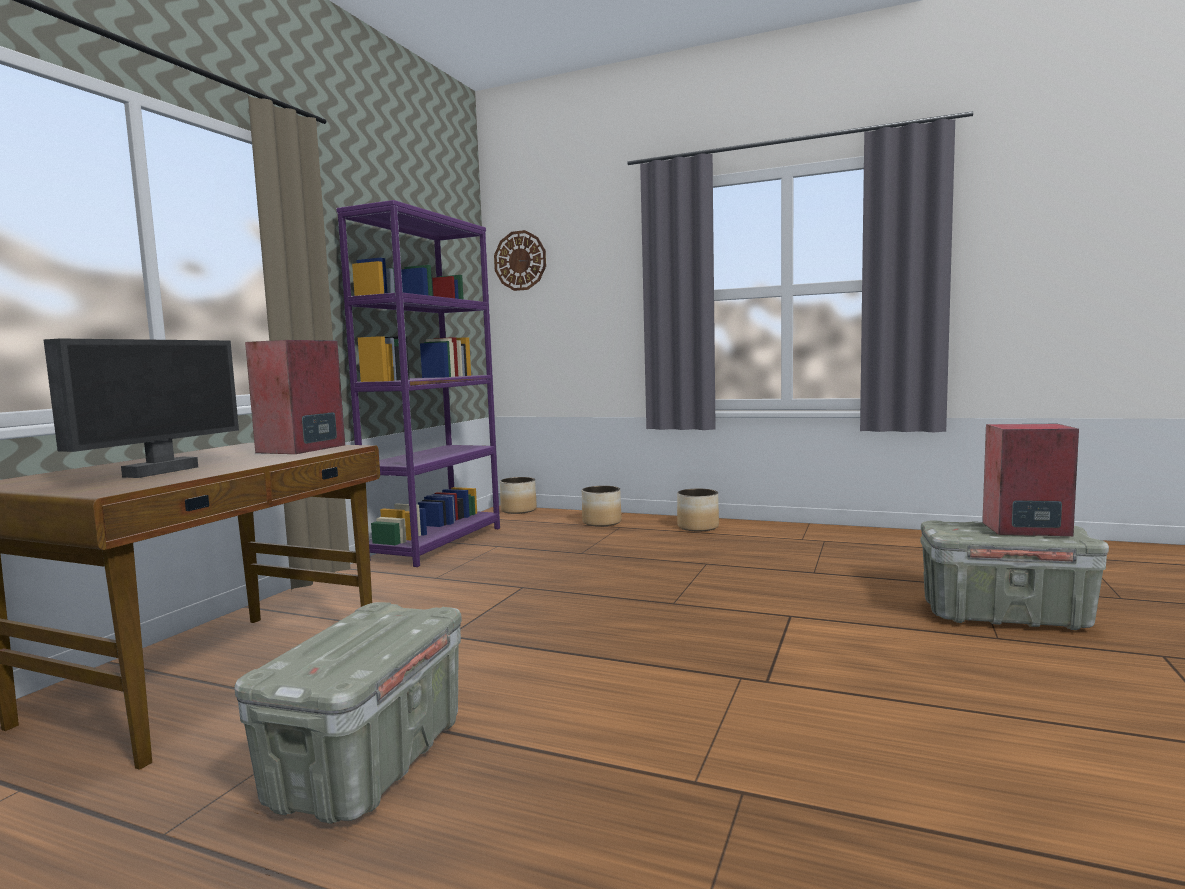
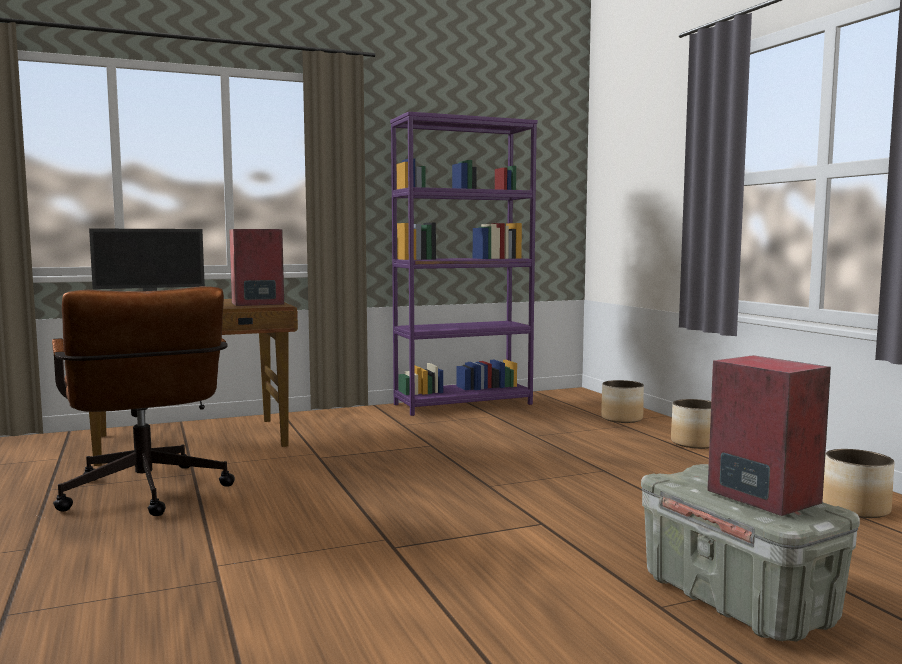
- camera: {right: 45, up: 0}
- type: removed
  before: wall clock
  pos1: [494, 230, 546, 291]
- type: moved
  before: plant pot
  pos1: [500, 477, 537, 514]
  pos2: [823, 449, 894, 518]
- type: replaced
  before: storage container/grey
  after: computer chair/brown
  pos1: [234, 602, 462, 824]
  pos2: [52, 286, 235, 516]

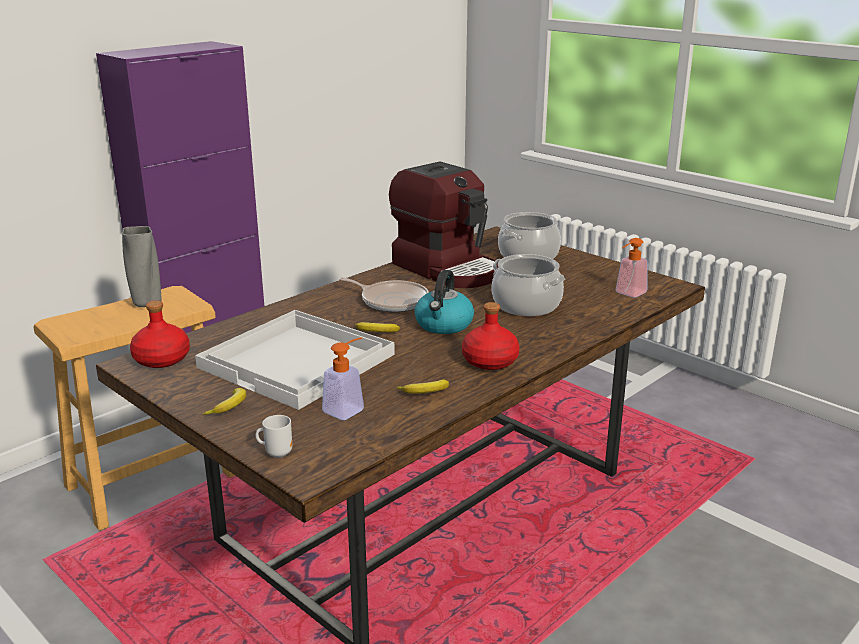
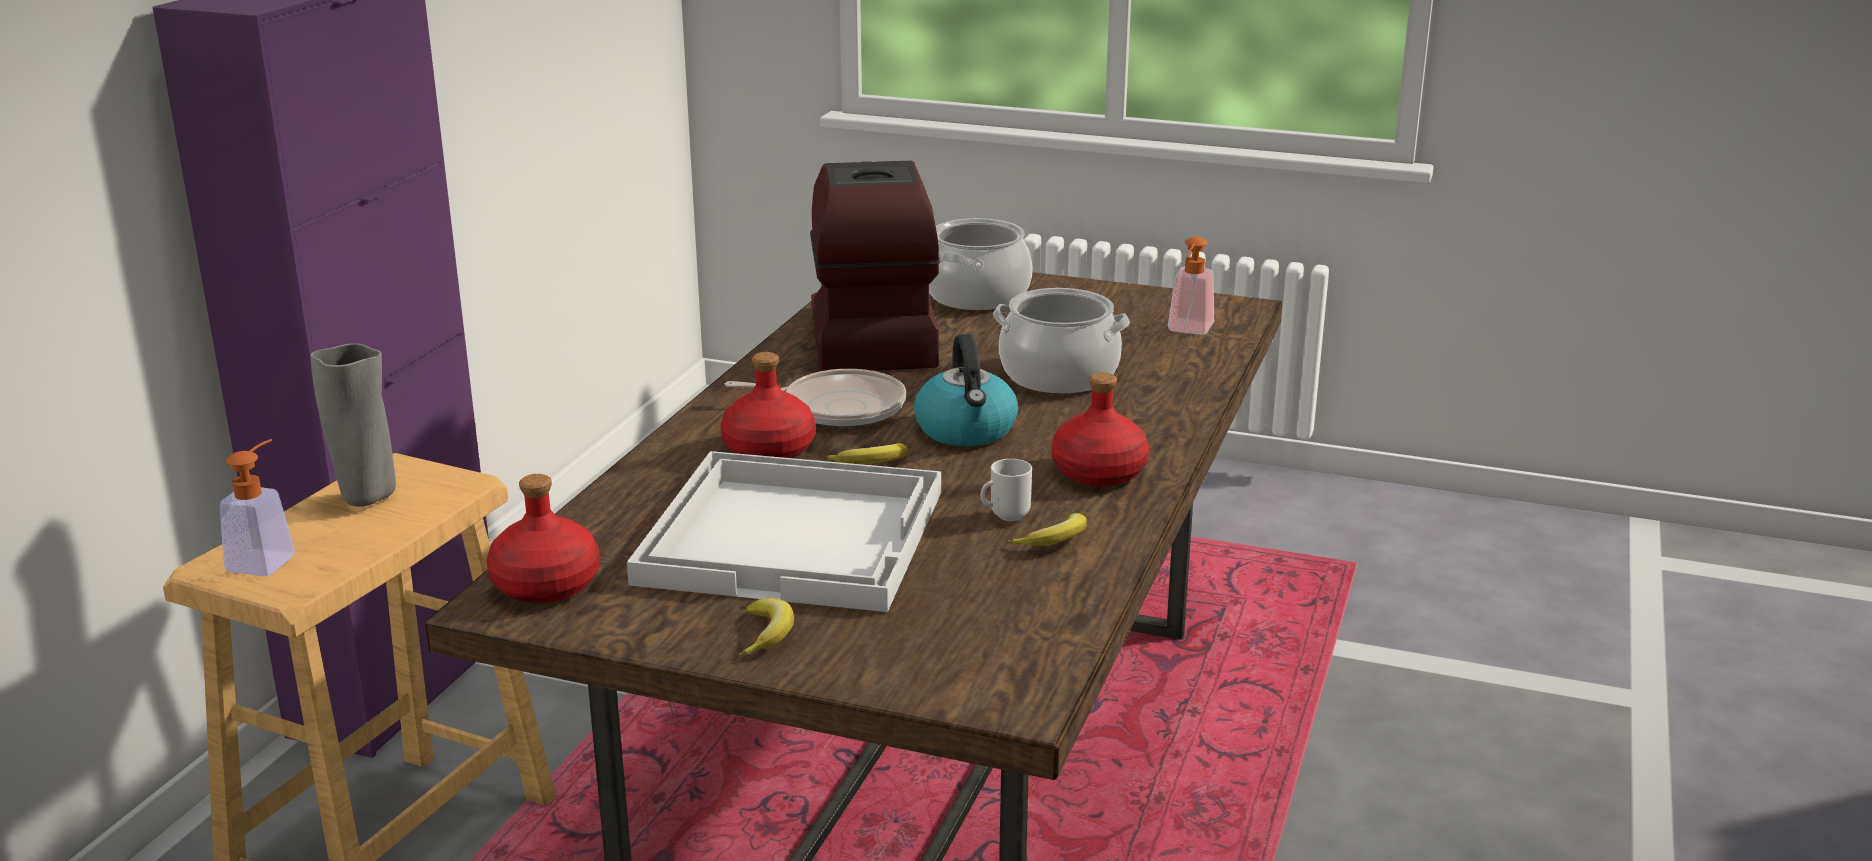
- camera: {right: -25, up: 0}
- type: turned
  before: coffee maker
  pos1: [389, 161, 498, 288]
  pos2: [810, 161, 940, 371]
  turn: -120
- type: moved
  before: soap bottle
  pos1: [322, 337, 364, 420]
  pos2: [220, 439, 295, 576]
- type: moved
  before: mug
  pos1: [255, 415, 292, 458]
  pos2: [981, 459, 1032, 521]
- type: added
  after: beverage bottle/reddish
  pos2: [721, 352, 815, 458]

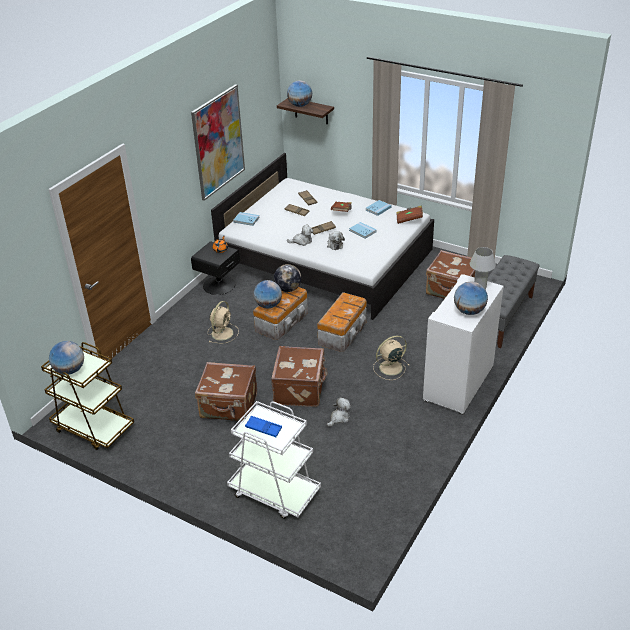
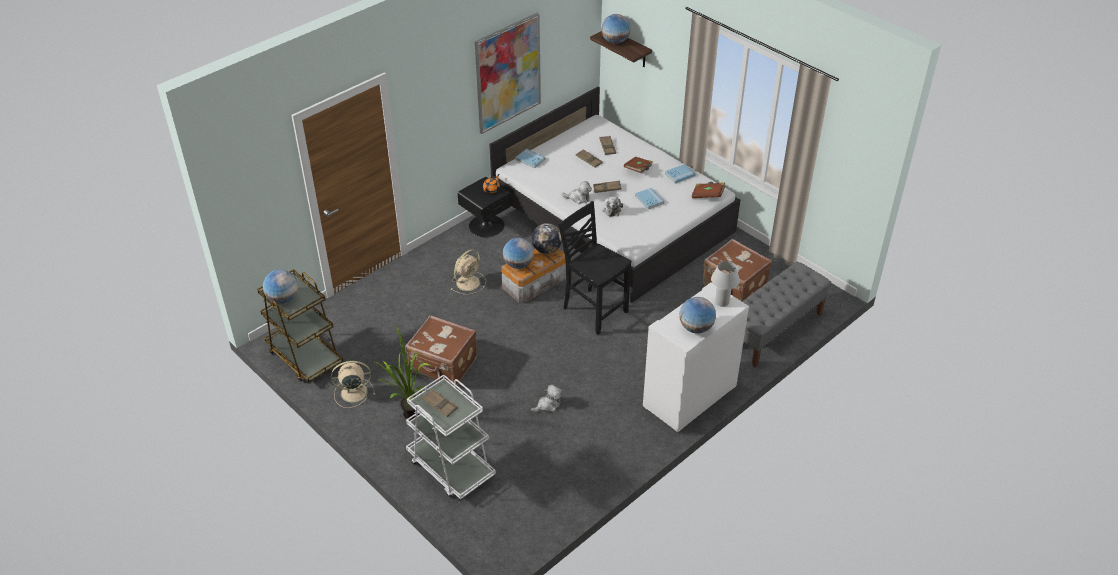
- camera: {right: 15, up: 5}
- type: replaced
  before: storage container
  after: chair/blackish
  pos1: [317, 292, 367, 352]
  pos2: [558, 201, 631, 335]
- type: moved
  before: fan/beige-coloured
  pos1: [373, 336, 409, 380]
  pos2: [331, 361, 375, 408]
- type: removed
  before: piece of luggage/brown
  pos1: [271, 346, 328, 407]
- type: recoloured
  before: tray/blue
  after: tray/brown
  pos1: [245, 416, 282, 437]
  pos2: [422, 389, 458, 417]
- type: added
  after: potted plant
  pos2: [375, 326, 430, 420]

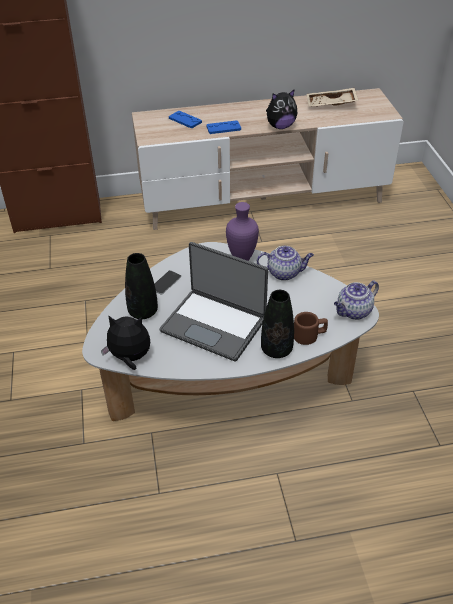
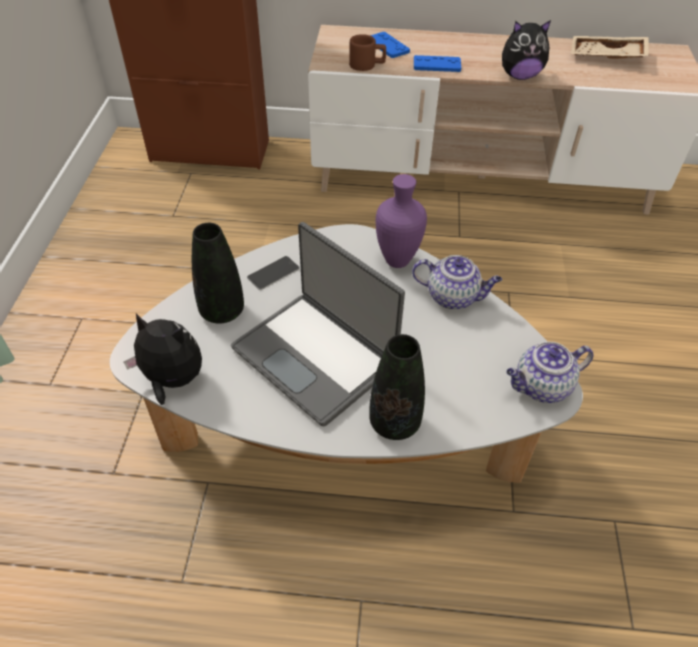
- camera: {right: 15, up: 5}
- type: moved
  before: mug/brown
  pos1: [294, 312, 328, 345]
  pos2: [349, 34, 386, 71]

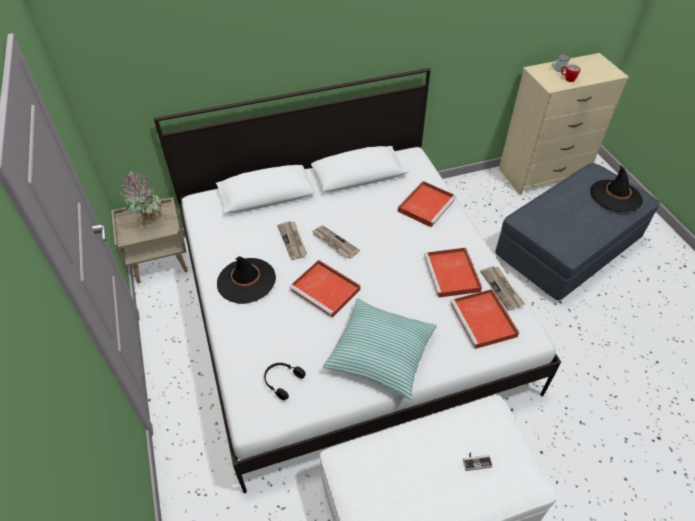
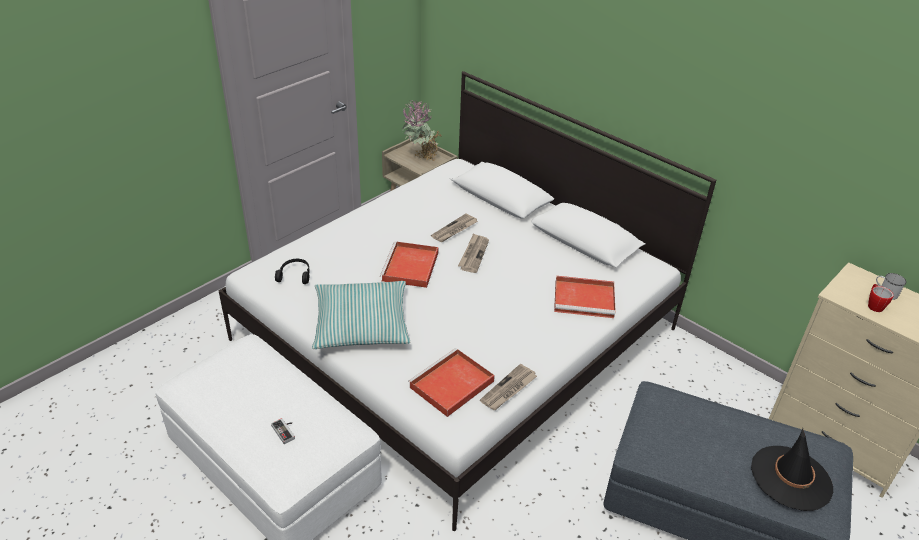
- camera: {right: 60, up: -10}
- type: removed
  before: tray/reddish
  pos1: [424, 248, 482, 298]
- type: removed
  before: hat/blackish
  pos1: [217, 256, 276, 304]

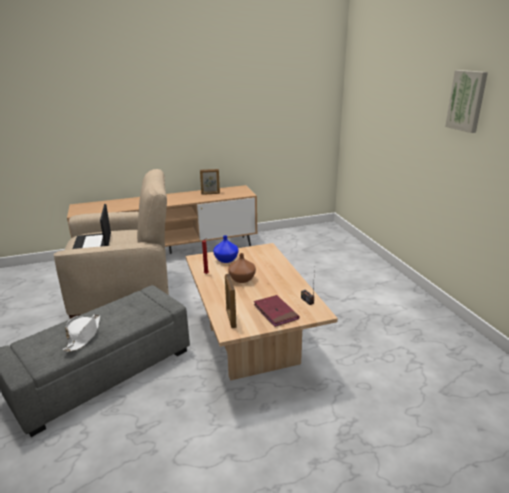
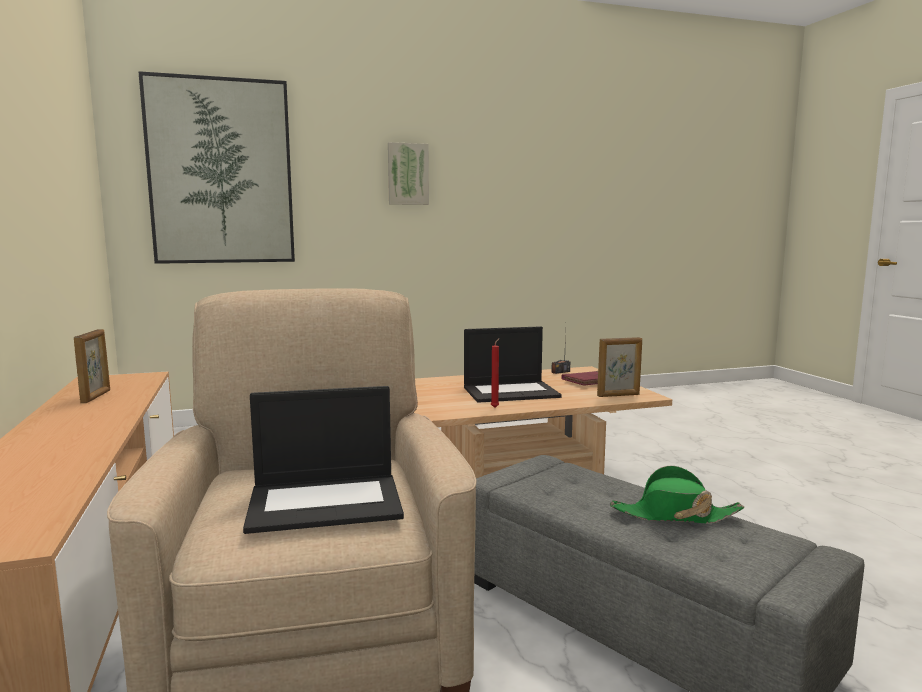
- camera: {right: -90, up: -15}
- type: removed
  before: decorative vase/blue
  pos1: [213, 235, 239, 263]
- type: replaced
  before: decorative vase/brown
  after: laptop
  pos1: [228, 253, 256, 283]
  pos2: [464, 326, 562, 403]
- type: recoloured
  before: hat/white
  after: hat/greenish
  pos1: [63, 314, 100, 352]
  pos2: [610, 466, 744, 524]
- type: added
  after: wall picture
  pos2: [138, 71, 295, 264]

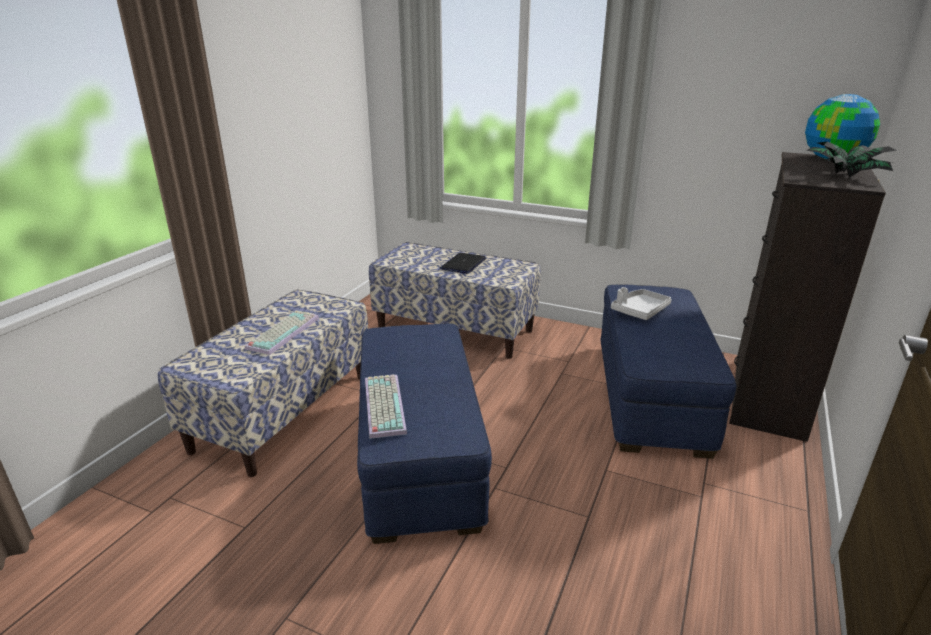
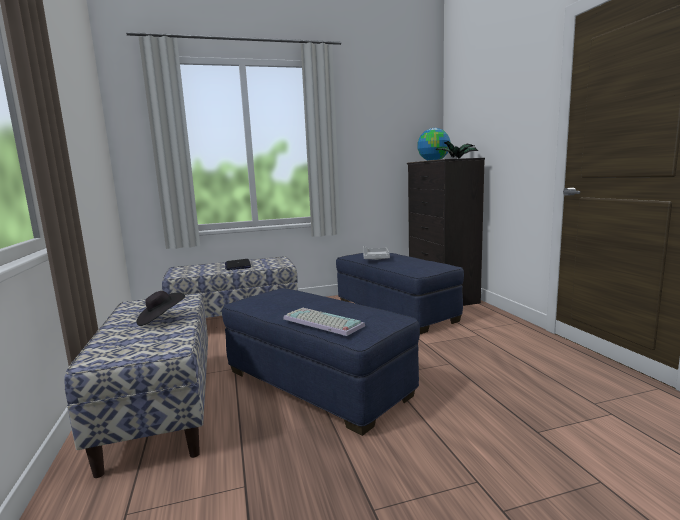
- camera: {right: -40, up: -15}
- type: replaced
  before: PC keyboard
  after: hat/blackish
  pos1: [245, 310, 319, 355]
  pos2: [136, 291, 185, 326]

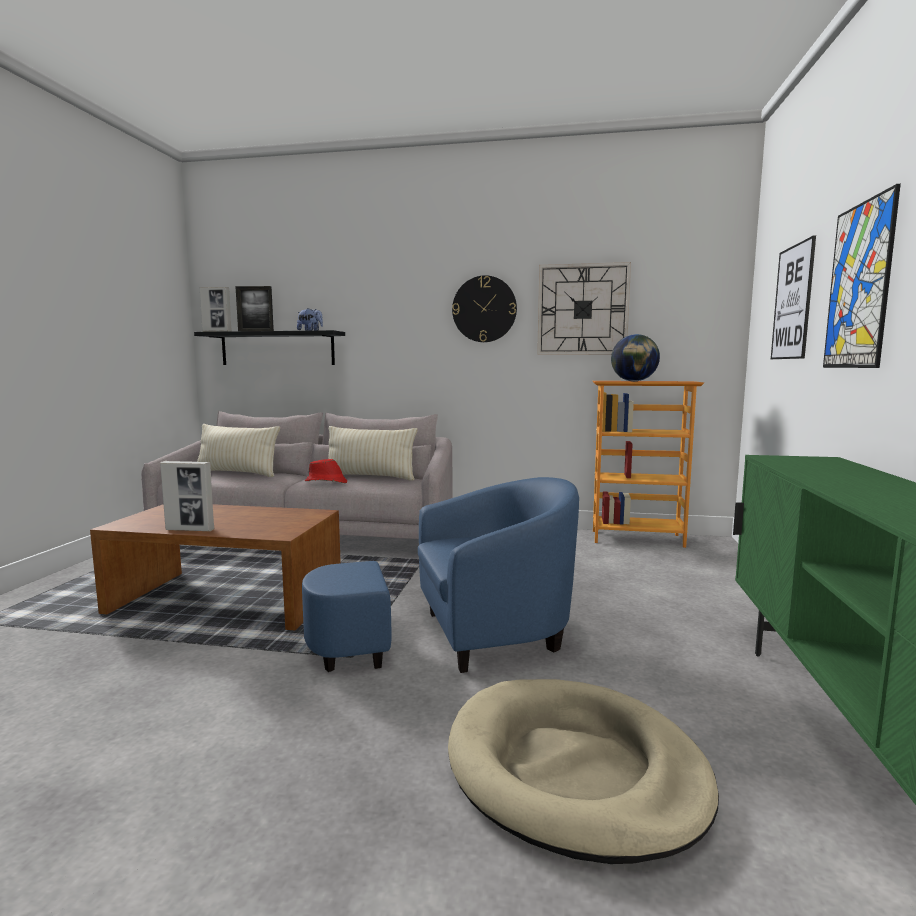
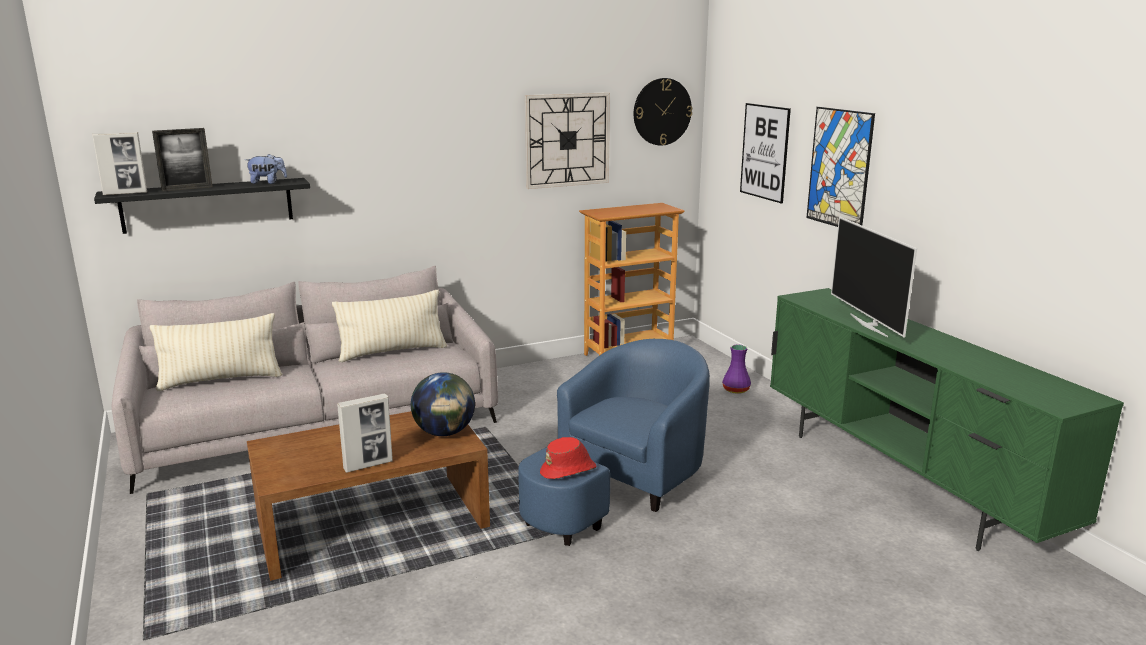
- camera: {right: -35, up: 10}
- type: moved
  before: wall clock
  pos1: [452, 275, 517, 342]
  pos2: [634, 78, 692, 146]
- type: moved
  before: desk globe
  pos1: [611, 334, 660, 381]
  pos2: [411, 372, 475, 436]
- type: moved
  before: hat/reddish
  pos1: [305, 459, 347, 483]
  pos2: [540, 437, 596, 479]
- type: removed
  before: dog bed/beige-coloured
  pos1: [448, 679, 719, 864]
- type: added
  after: TV set
  pos2: [831, 217, 917, 337]
- type: added
  after: decorative vase/purplish
  pos2: [722, 345, 751, 394]

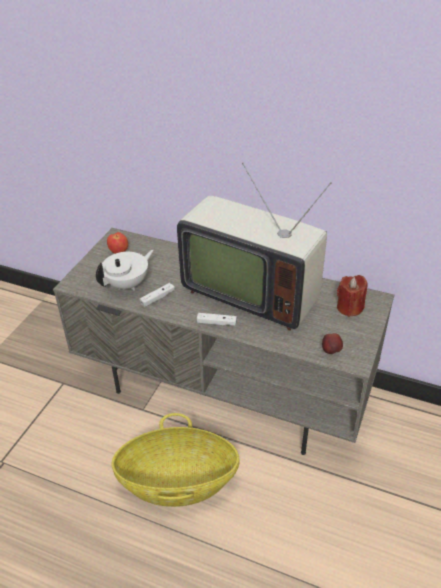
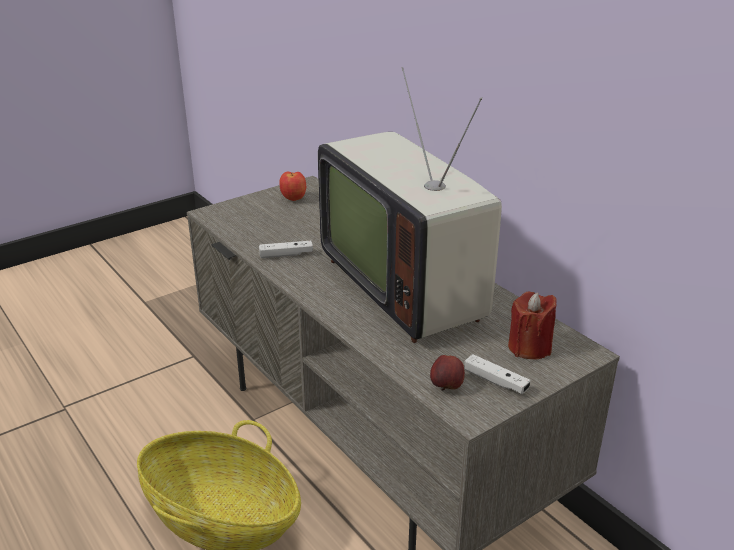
- camera: {right: 30, up: -10}
- type: removed
  before: pot for tea/white
  pos1: [96, 250, 154, 290]
- type: moved
  before: gamepad/white
  pos1: [197, 313, 237, 326]
  pos2: [464, 354, 530, 394]

